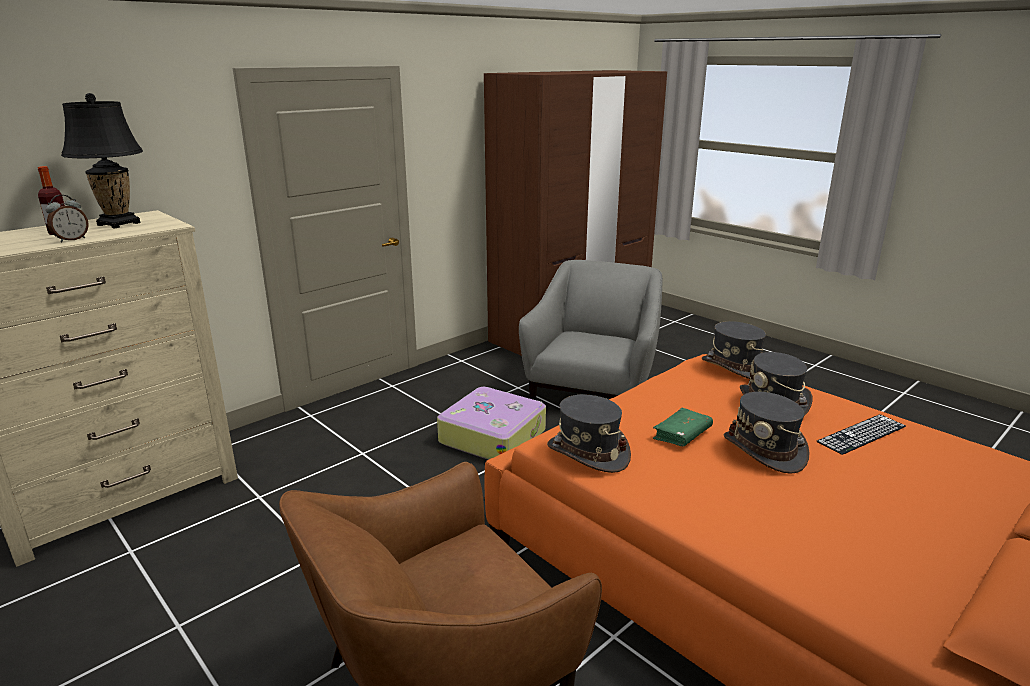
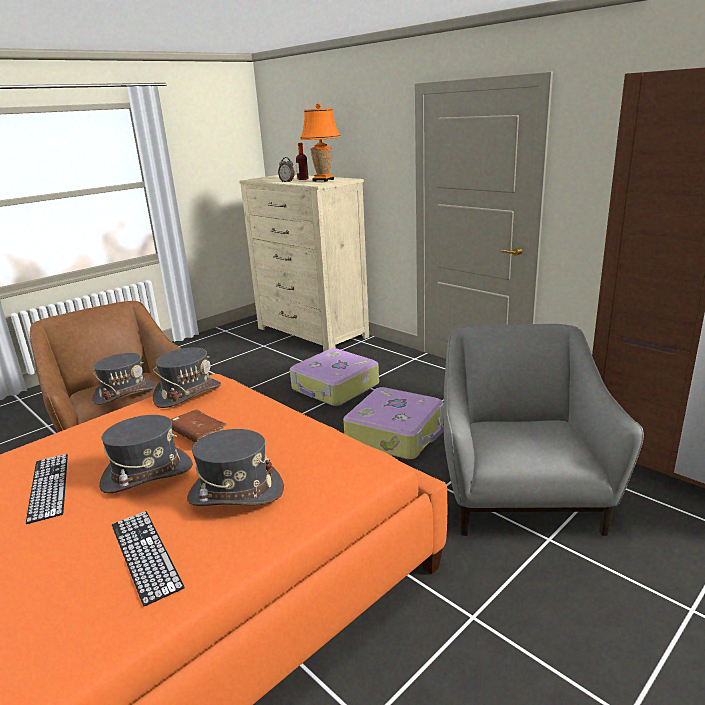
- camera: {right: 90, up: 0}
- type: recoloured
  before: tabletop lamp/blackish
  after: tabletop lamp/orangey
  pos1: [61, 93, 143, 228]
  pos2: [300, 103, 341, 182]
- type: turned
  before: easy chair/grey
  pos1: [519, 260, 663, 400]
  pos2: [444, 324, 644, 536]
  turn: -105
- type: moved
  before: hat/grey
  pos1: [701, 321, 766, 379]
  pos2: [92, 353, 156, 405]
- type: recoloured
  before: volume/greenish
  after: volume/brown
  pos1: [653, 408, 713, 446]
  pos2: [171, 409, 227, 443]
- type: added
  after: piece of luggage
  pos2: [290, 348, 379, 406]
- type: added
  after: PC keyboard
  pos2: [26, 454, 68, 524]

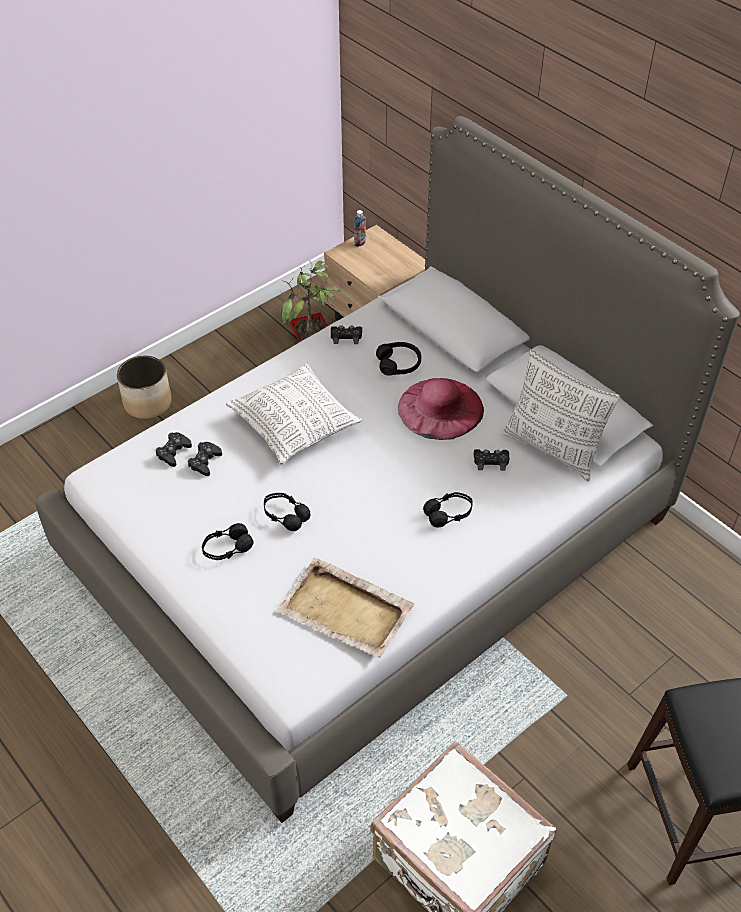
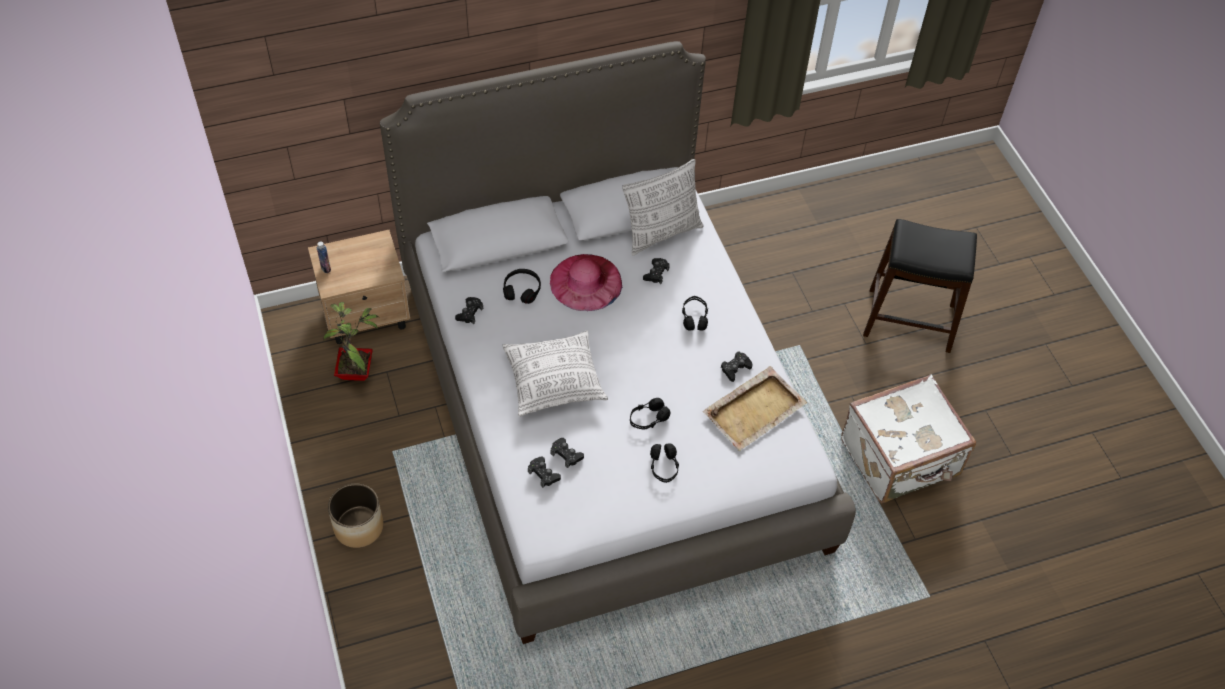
- camera: {right: -70, up: 5}
- type: added
  after: gamepad/blackish
  pos2: [721, 352, 753, 382]

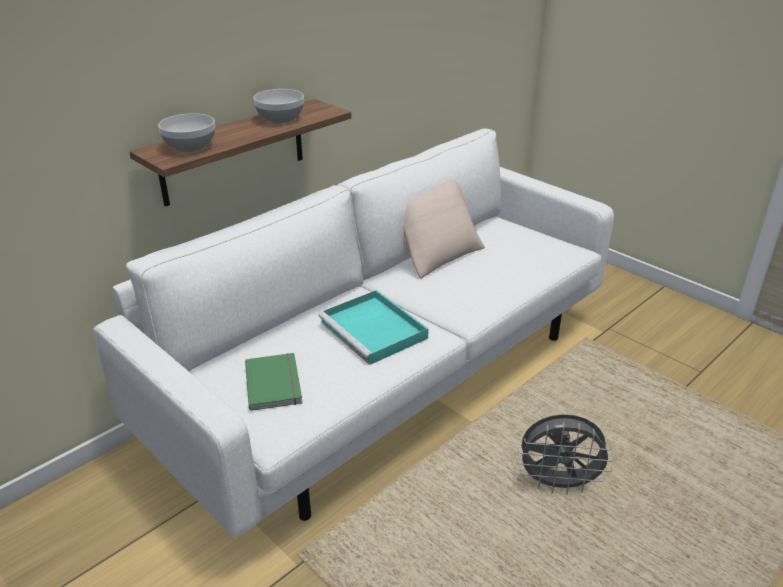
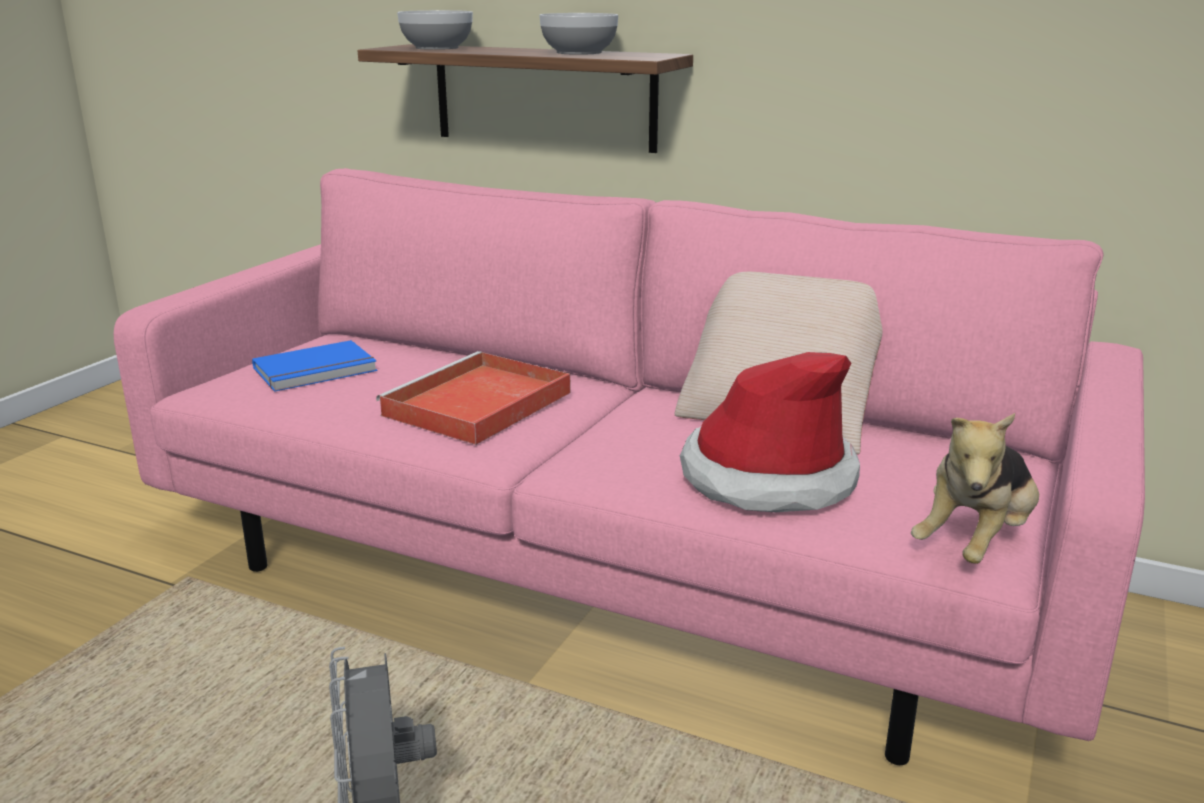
- camera: {right: 70, up: -10}
- type: recoloured
  before: sofa/white
  after: sofa/pinkish
  pos1: [93, 129, 614, 538]
  pos2: [114, 168, 1145, 765]
- type: recoloured
  before: tray/turquoise
  after: tray/reddish
  pos1: [318, 290, 429, 365]
  pos2: [376, 351, 571, 445]
- type: recoloured
  before: volume/greenish
  after: volume/blue
  pos1: [245, 353, 302, 411]
  pos2: [252, 340, 377, 392]
- type: added
  after: hat
  pos2: [680, 352, 860, 512]
- type: added
  after: plush toy
  pos2: [911, 413, 1039, 564]

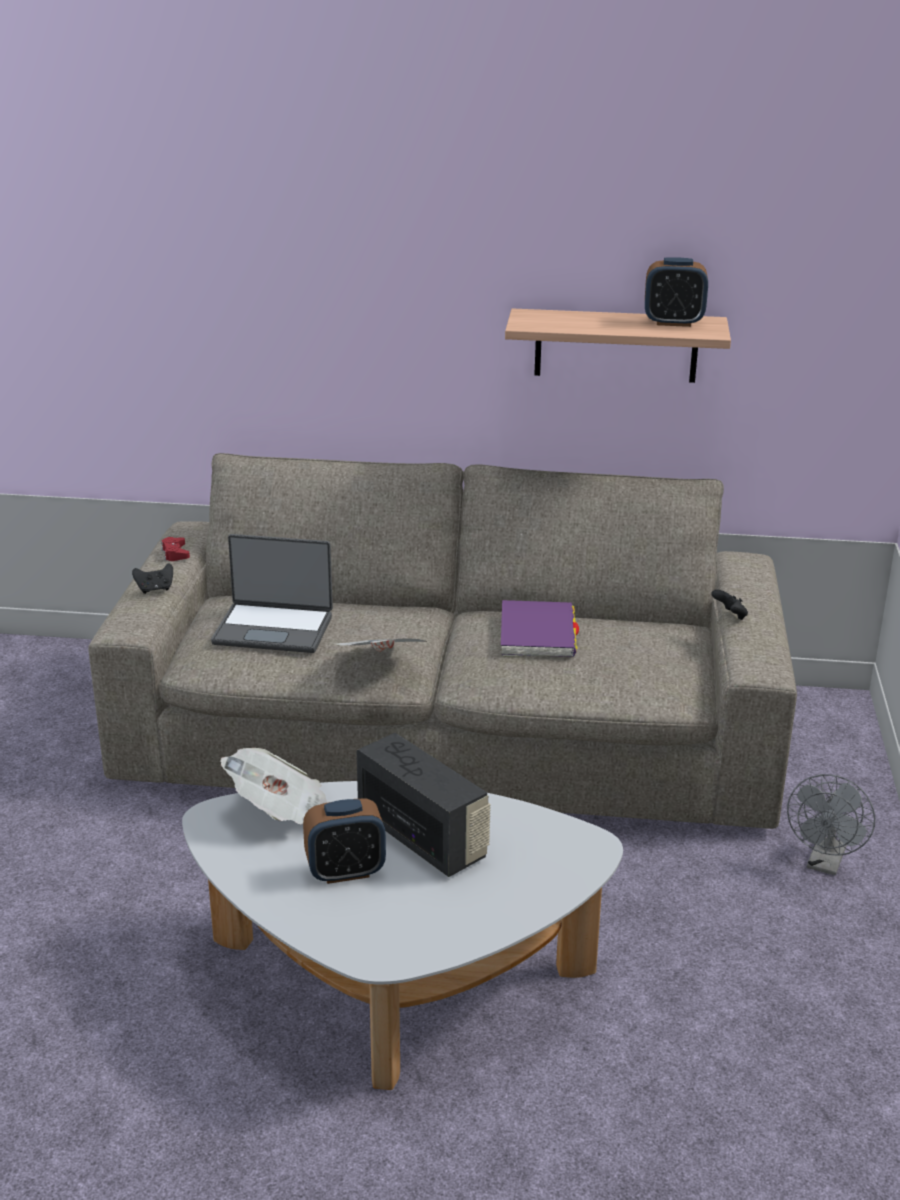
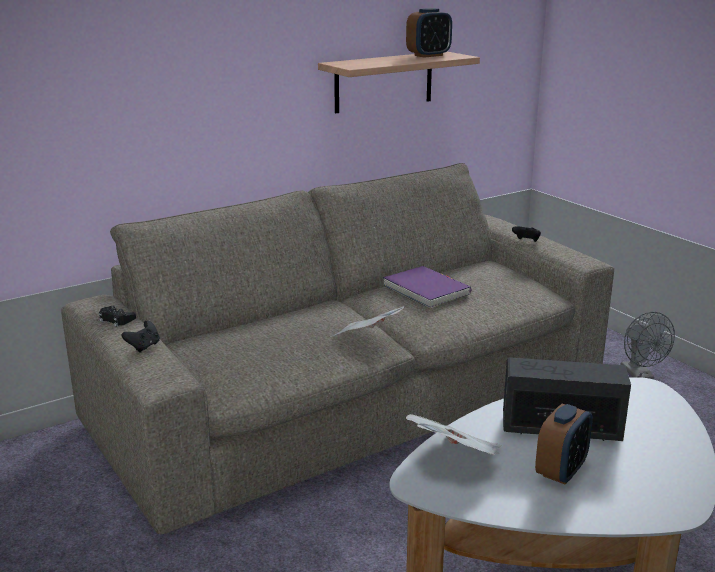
- camera: {right: -40, up: -5}
- type: removed
  before: laptop
  pos1: [211, 534, 333, 653]
- type: recoloured
  before: gamepad/reddish
  after: gamepad/blackish
  pos1: [161, 537, 190, 561]
  pos2: [99, 306, 136, 327]

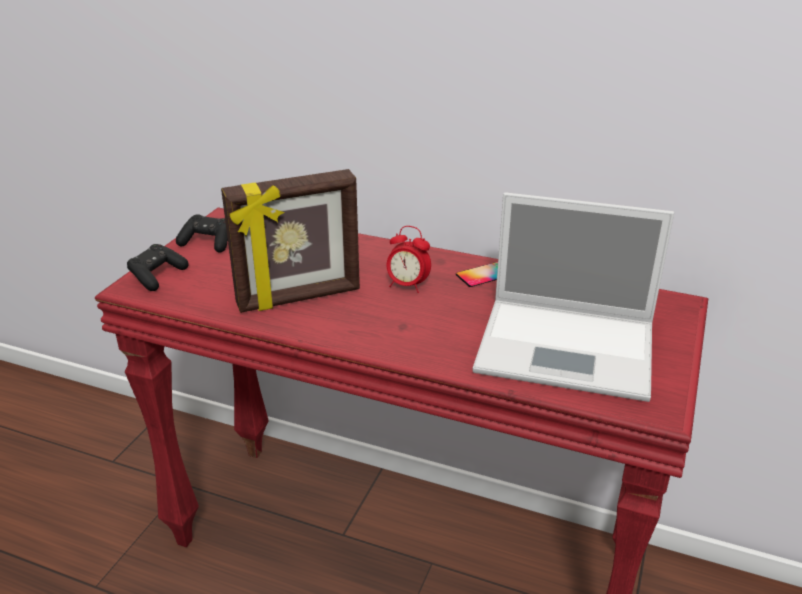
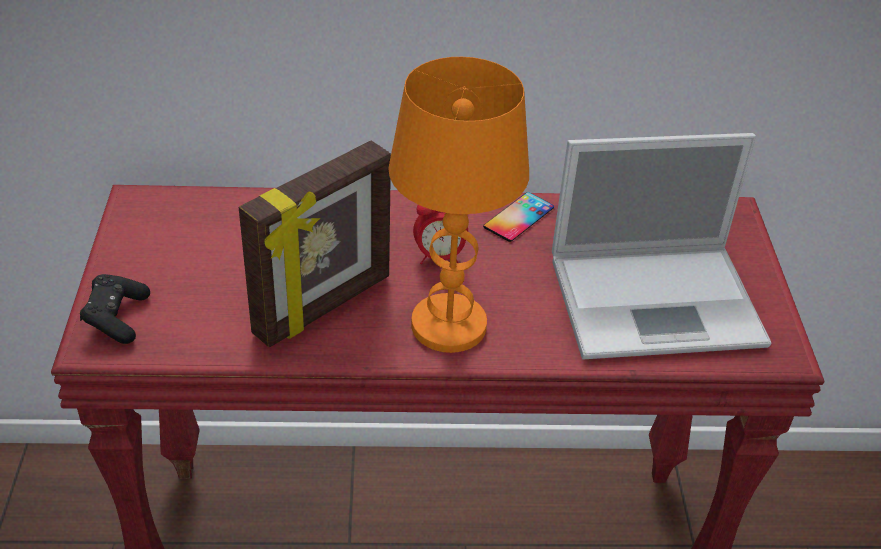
- camera: {right: -25, up: 10}
- type: removed
  before: gamepad/blackish
  pos1: [176, 214, 228, 253]
- type: added
  after: tabletop lamp/orangey
  pos2: [388, 57, 529, 353]

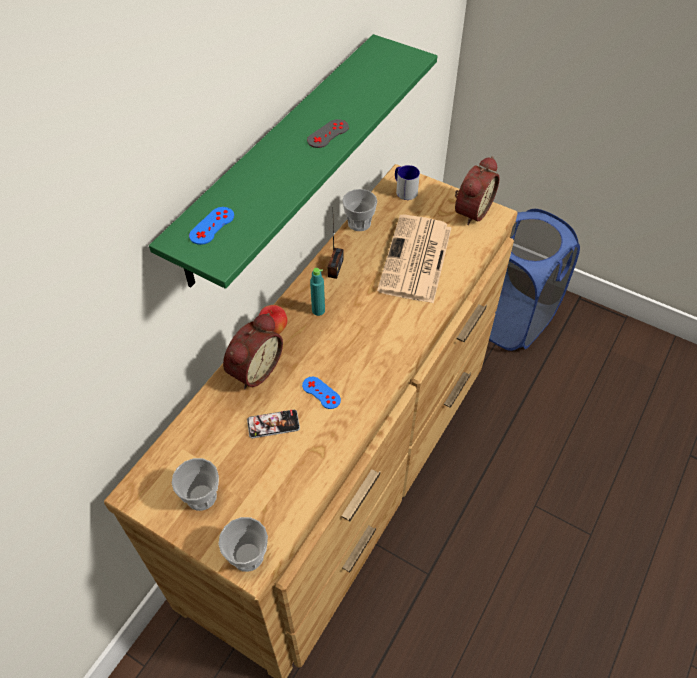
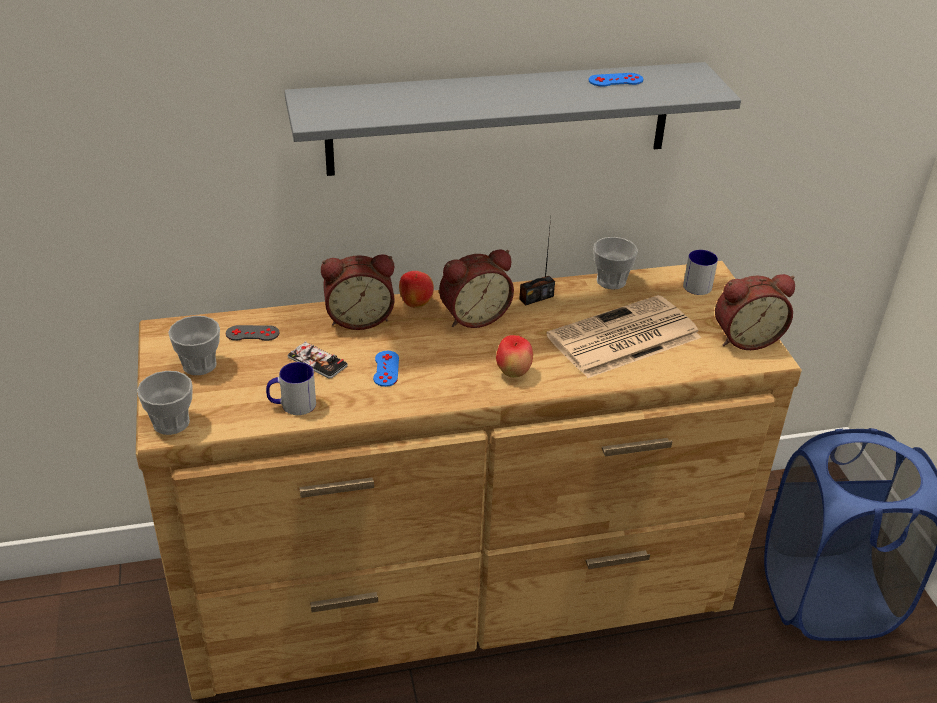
- camera: {right: 45, up: -15}
- type: recoloured
  before: shelf/greenish
  after: shelf/grey
  pos1: [149, 34, 437, 289]
  pos2: [284, 62, 741, 176]
- type: moved
  before: gamepad/grey
  pos1: [307, 119, 349, 148]
  pos2: [226, 325, 280, 341]
- type: moved
  before: gamepad/blue
  pos1: [189, 207, 234, 245]
  pos2: [589, 73, 643, 87]
- type: replaced
  before: beverage bottle/turquoise
  after: table clock
  pos1: [310, 268, 325, 316]
  pos2: [439, 249, 514, 328]
- type: added
  after: whole apple
  pos2: [496, 335, 533, 378]
- type: added
  after: mug
  pos2: [266, 362, 316, 415]

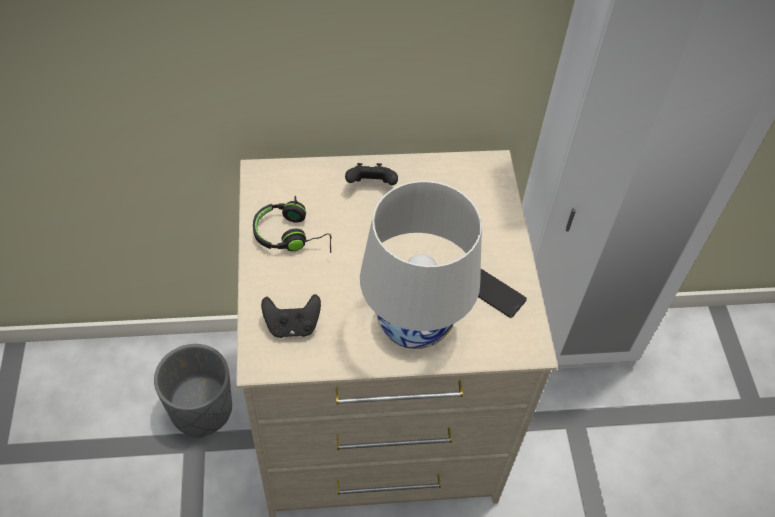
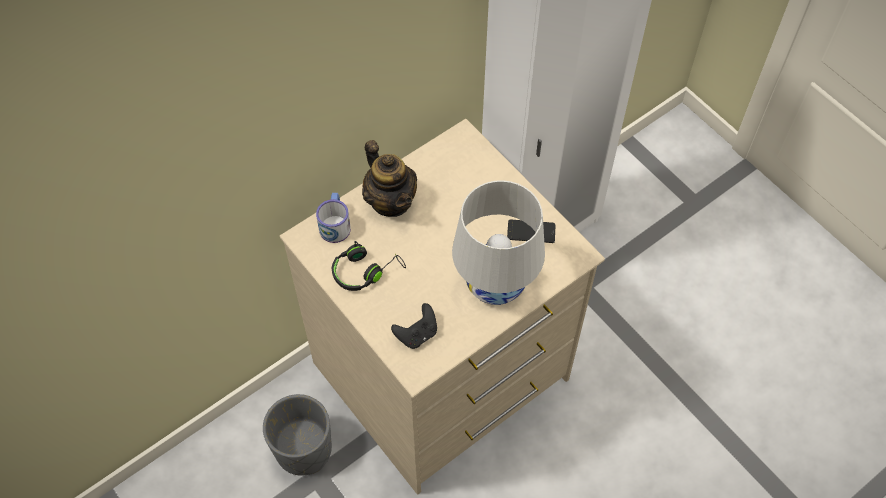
- camera: {right: -30, up: 5}
- type: replaced
  before: gamepad/blackish
  after: pot for tea
  pos1: [345, 163, 398, 185]
  pos2: [362, 140, 417, 217]
- type: added
  after: mug
  pos2: [316, 193, 351, 243]

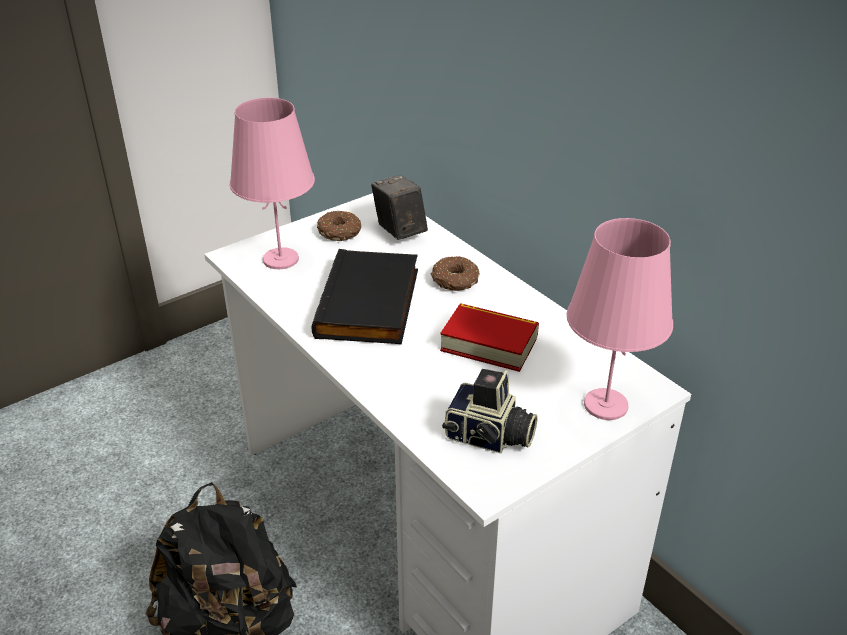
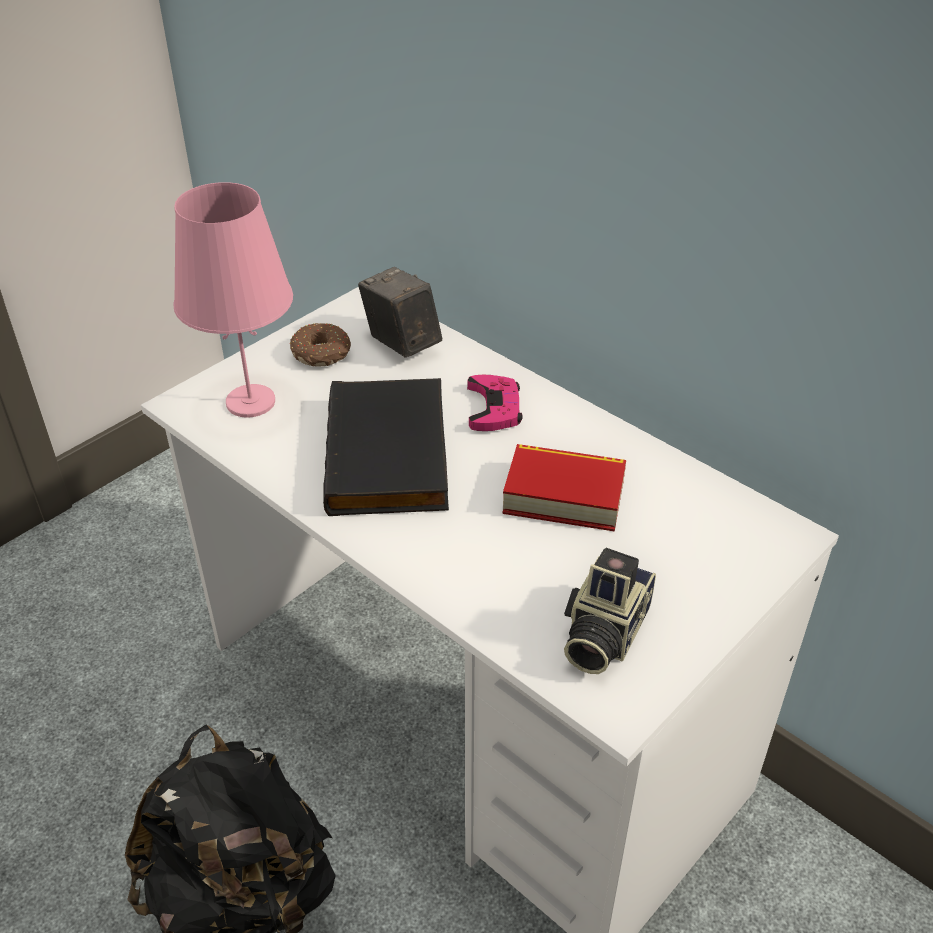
- camera: {right: -10, up: 5}
- type: removed
  before: tabletop lamp/pinkish
  pos1: [566, 218, 673, 420]
- type: replaced
  before: donut
  after: gamepad/pinkish
  pos1: [431, 256, 480, 291]
  pos2: [467, 375, 523, 431]
- type: turned
  before: still camera
  pos1: [442, 369, 537, 453]
  pos2: [564, 548, 656, 674]
  turn: 105

